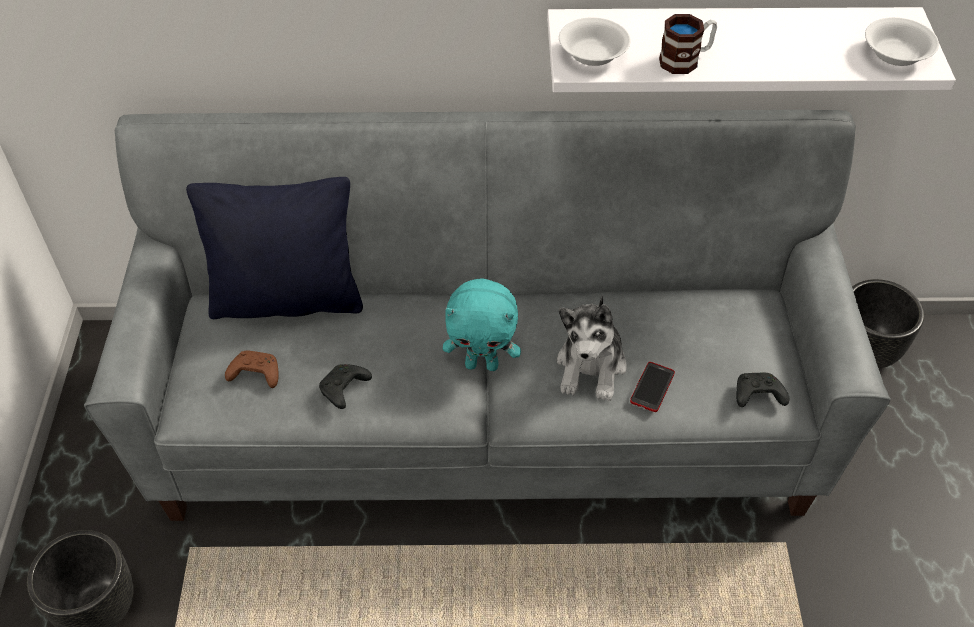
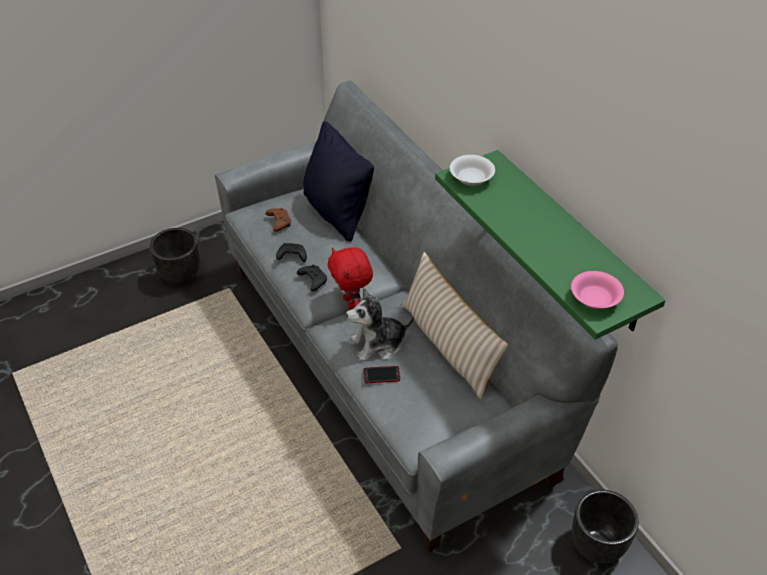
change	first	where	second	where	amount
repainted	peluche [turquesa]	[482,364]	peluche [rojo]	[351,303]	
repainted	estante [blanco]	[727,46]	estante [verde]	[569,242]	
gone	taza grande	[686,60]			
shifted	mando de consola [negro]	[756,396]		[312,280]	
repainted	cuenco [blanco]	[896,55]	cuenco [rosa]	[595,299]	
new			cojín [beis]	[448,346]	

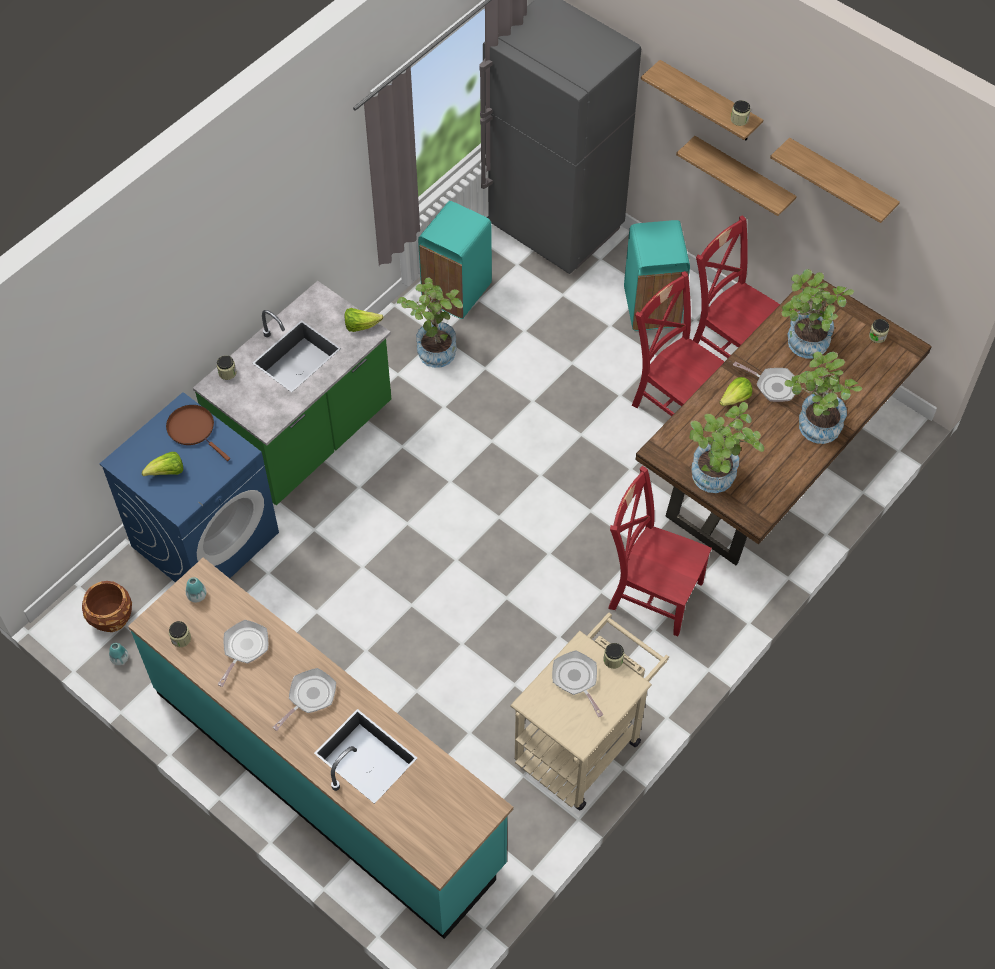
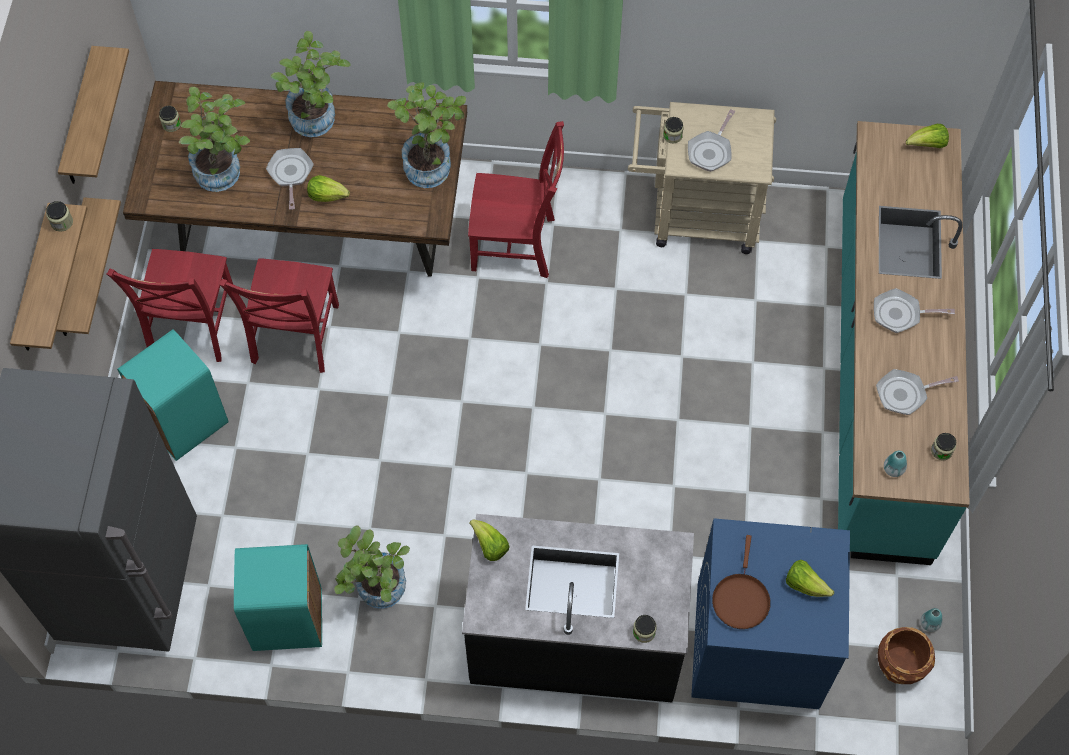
change	first	where	second	where	amount
repainted	mueble bajo de cocina [verde]	[306,437]	mueble bajo de cocina [negro]	[575,638]	
rotated	silla [rojo]	[652,592]		[517,245]	75 degrees counterclockwise
new			lechuga	[927,145]	

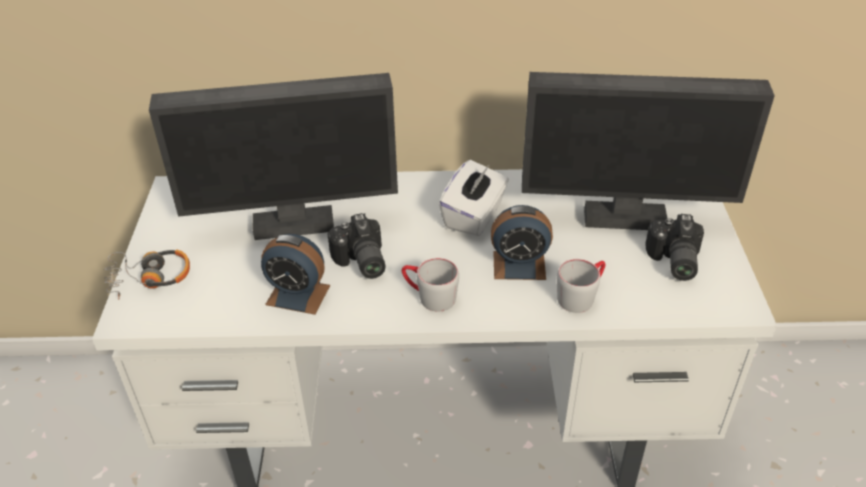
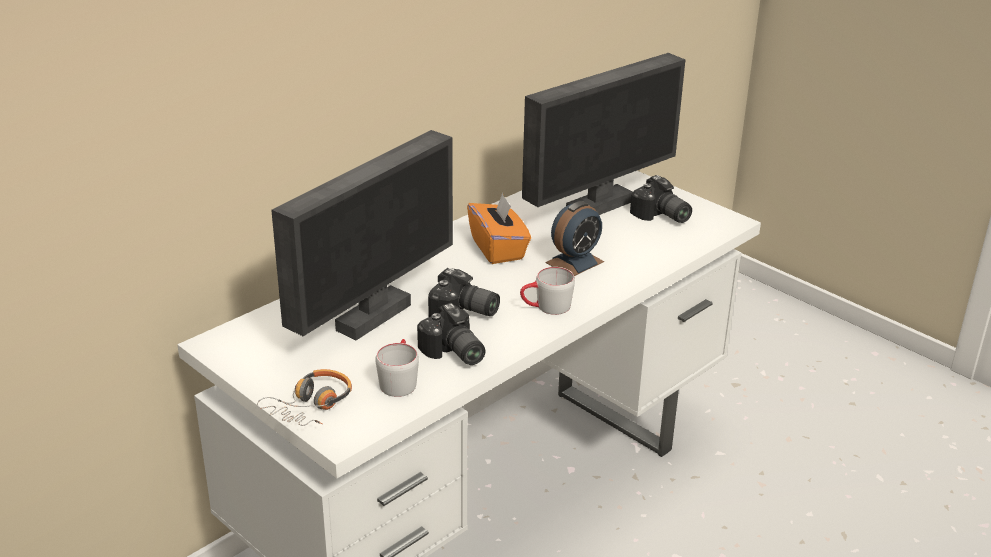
change	first	where	second	where	amount
swapped	despertador	[298,295]	cámara	[453,353]	
repainted	caja de pañuelos [blanco]	[474,216]	caja de pañuelos [naranja]	[498,249]	
shifted	taza grande [gris]	[581,295]		[399,380]	

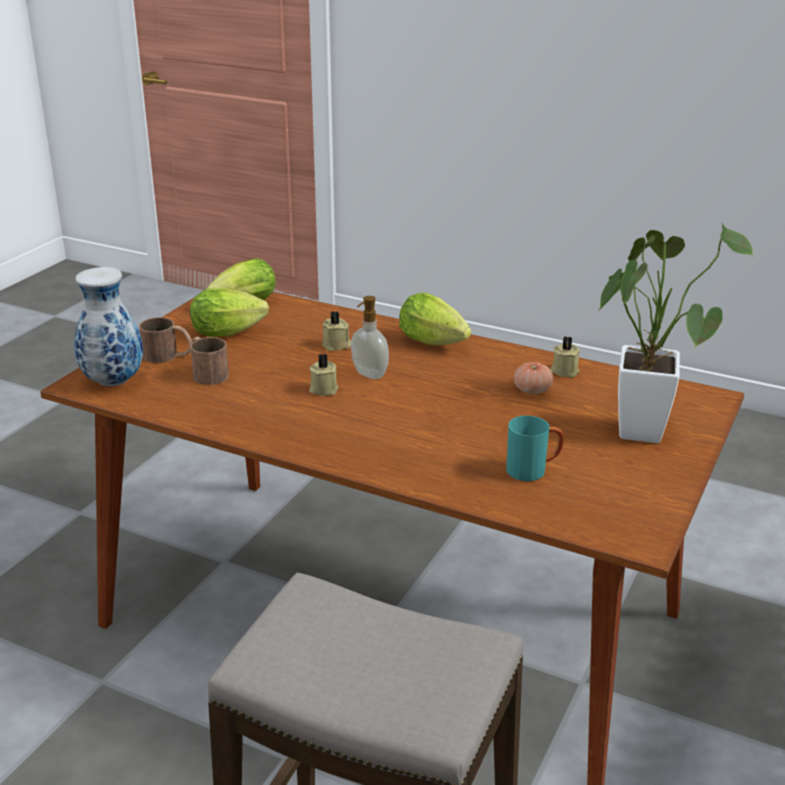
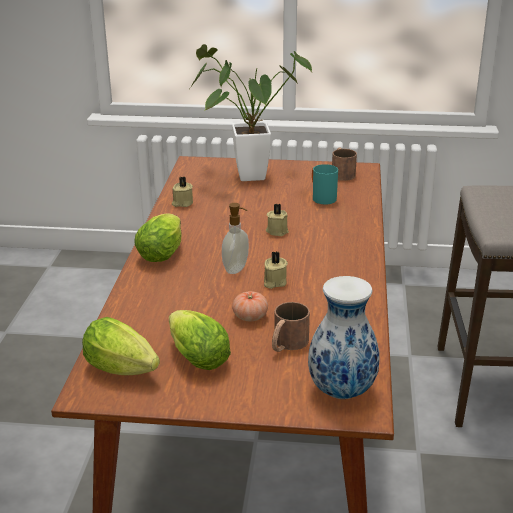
change	first	where	second	where	amount
shifted	taza grande [marrón]	[168,355]		[341,173]	
shifted	vela [beis]	[337,345]		[277,231]	
shifted	tomate	[532,390]		[250,317]	

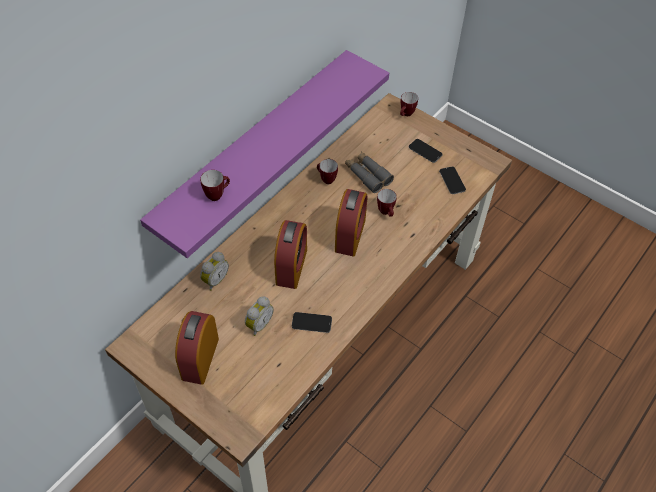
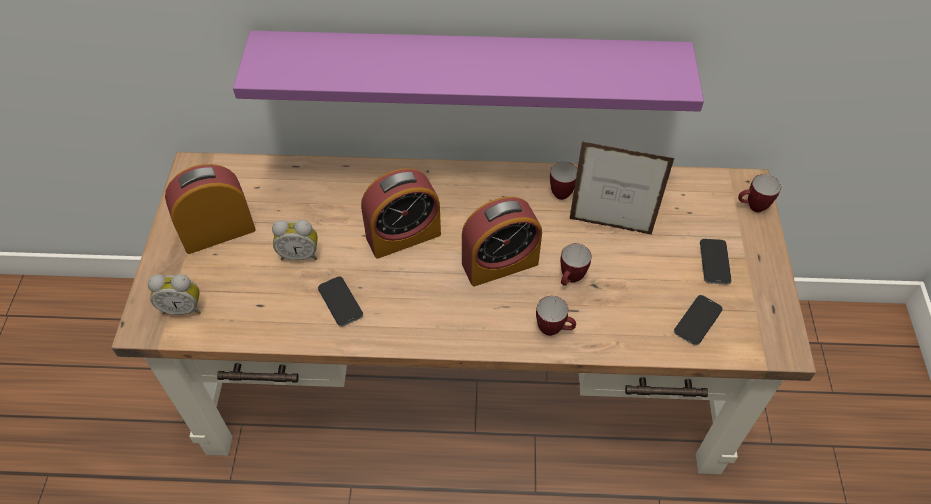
change	first	where	second	where	amount
shifted	taza grande	[217,195]		[554,329]	
shifted	despertador	[214,280]		[183,307]	
swapped	prismáticos [gris]	[368,175]	portarretratos	[610,226]	

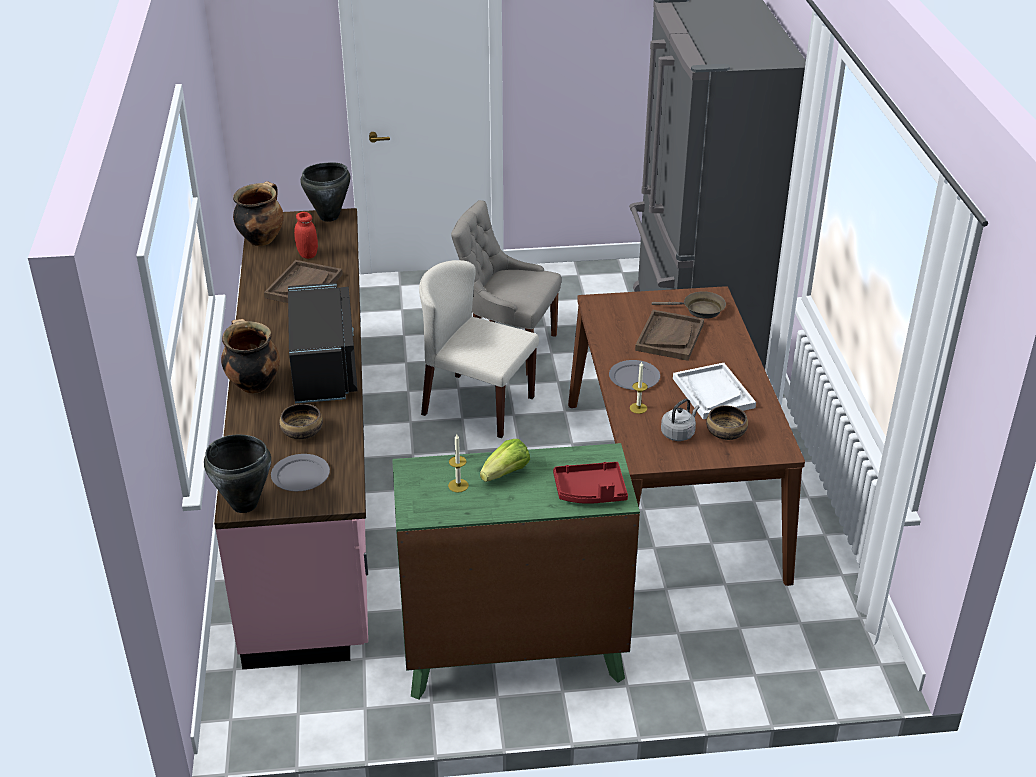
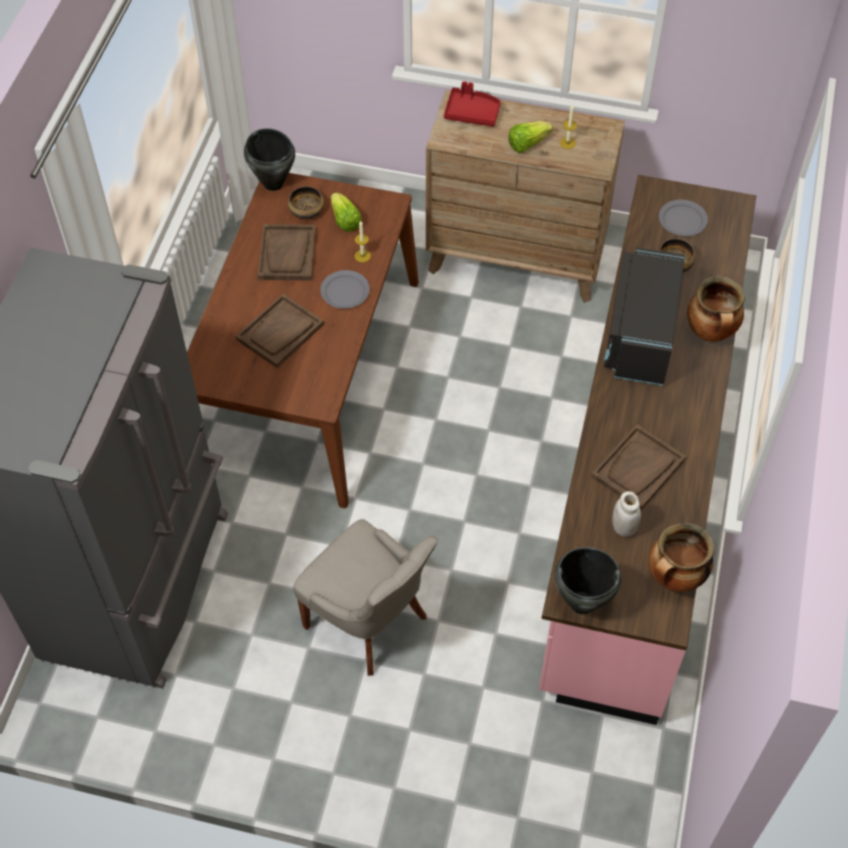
change	first	where	second	where	amount
shifted	olla [negro]	[244,505]		[273,183]	
repainted	tarro [rojo]	[307,254]	tarro [blanco]	[623,527]	
repainted	cómoda [verde]	[513,654]	cómoda [marrón]	[516,259]	
gone	silla [beis]	[477,405]			
gone	sartén [marrón]	[699,310]			
swapped	hervidor [gris]	[679,433]	lechuga	[345,221]	
repainted	bandeja [blanco]	[713,393]	bandeja [marrón]	[287,254]	

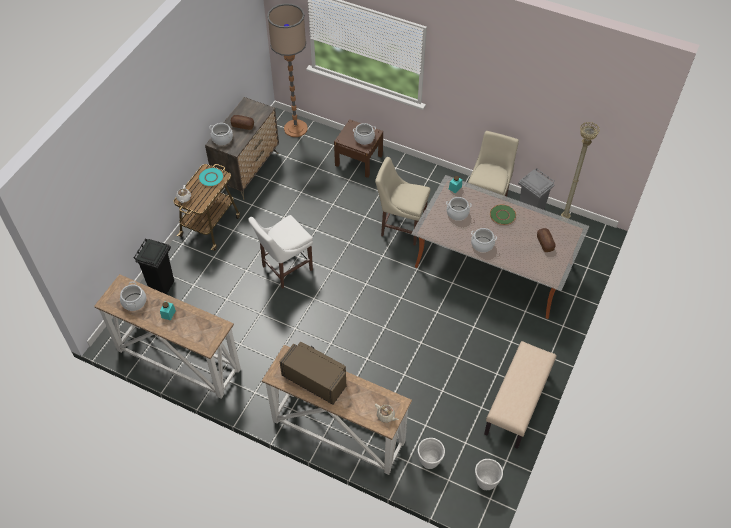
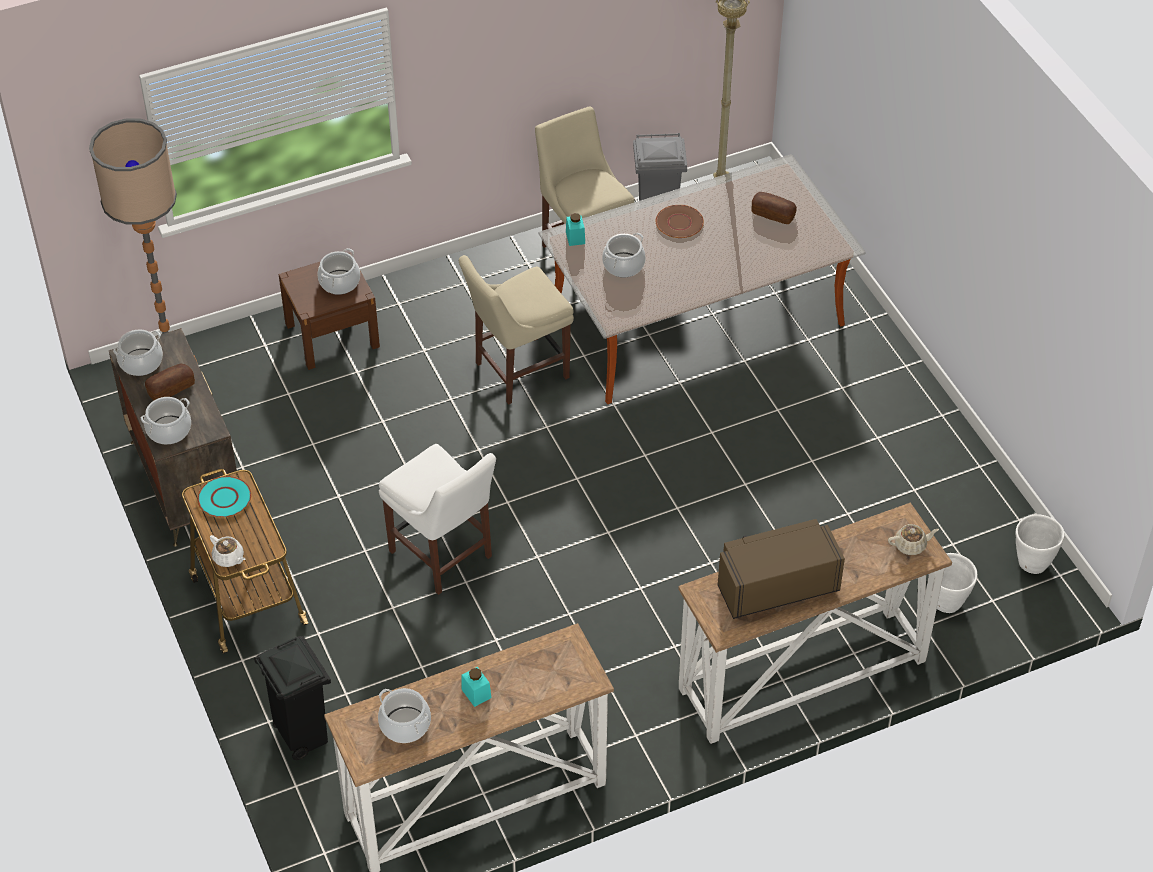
change	first	where	second	where	amount
rotated	silla [blanco]	[285,269]		[443,557]	45 degrees counterclockwise
shifted	olla	[482,244]		[141,362]	
gone	banco [beis]	[517,404]			
repainted	plato [verde]	[502,215]	plato [marrón]	[679,222]	

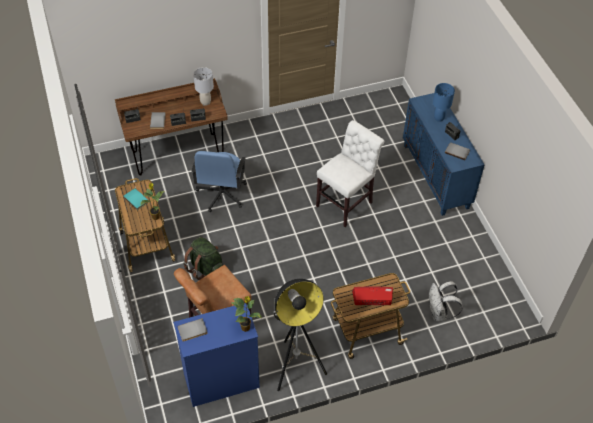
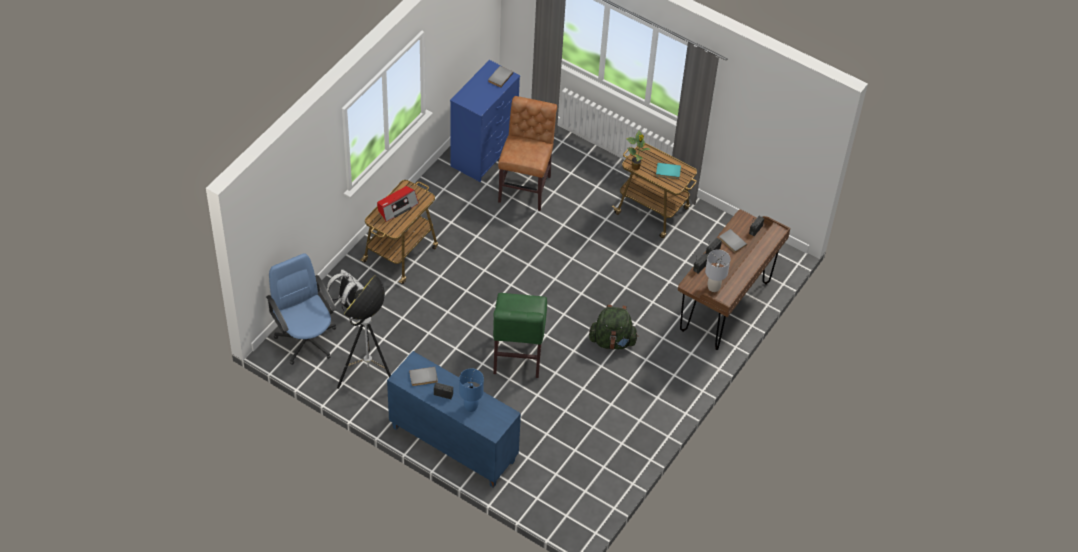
change	first	where	second	where	amount
shifted	mochila [verde]	[205,268]		[612,341]	
shifted	silla de oficina [azul]	[221,194]		[306,339]	
gone	planta en maceta	[246,327]			
shifted	lámpara de pie	[296,367]		[369,378]	
repainted	silla [blanco]	[346,203]	silla [verde]	[517,358]	

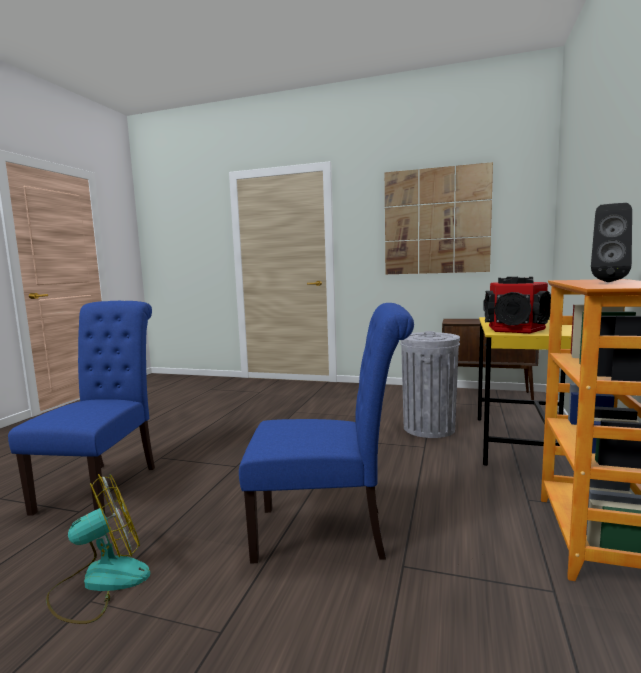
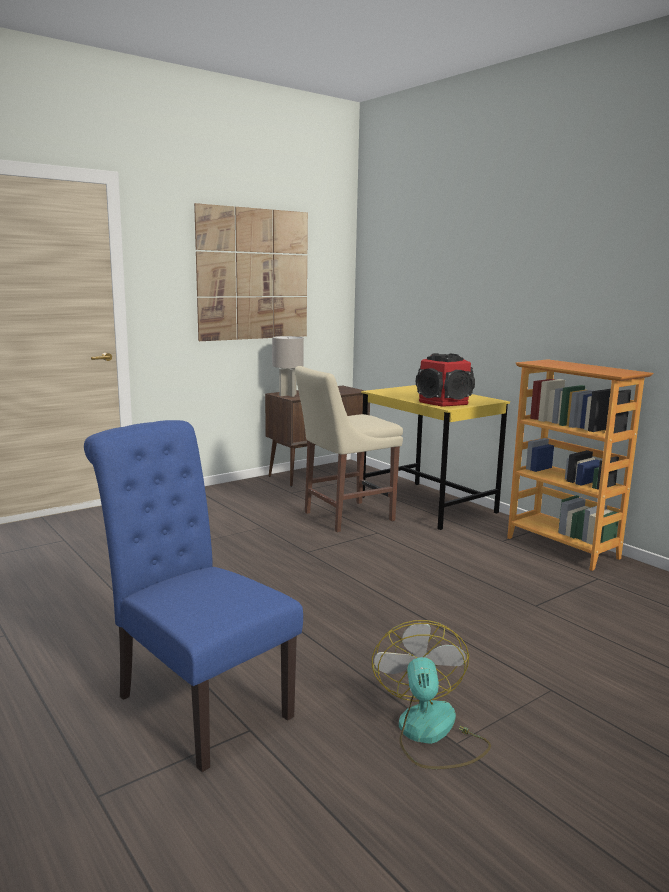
change	first	where	second	where	amount
gone	silla [azul]	[329,533]			
swapped	papelera [gris]	[428,428]	silla [beis]	[344,517]	
gone	altavoz [negro]	[608,282]			
new			lámpara de mesa [gris]	[288,395]	

